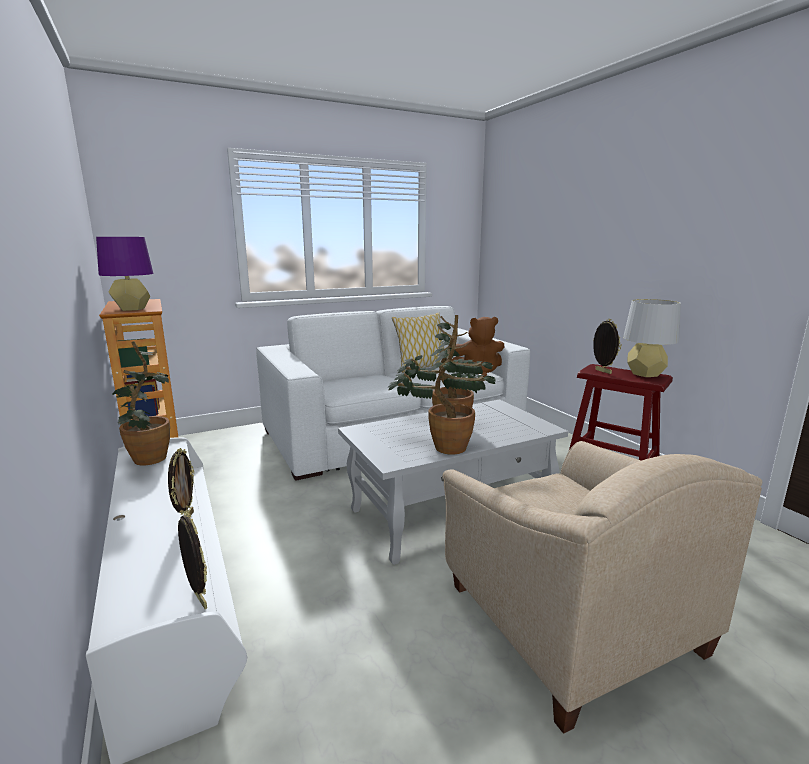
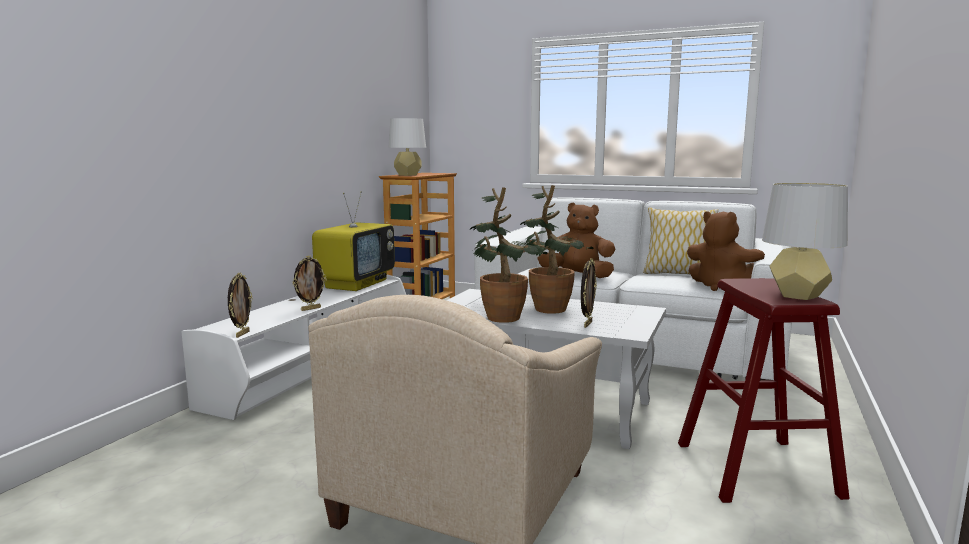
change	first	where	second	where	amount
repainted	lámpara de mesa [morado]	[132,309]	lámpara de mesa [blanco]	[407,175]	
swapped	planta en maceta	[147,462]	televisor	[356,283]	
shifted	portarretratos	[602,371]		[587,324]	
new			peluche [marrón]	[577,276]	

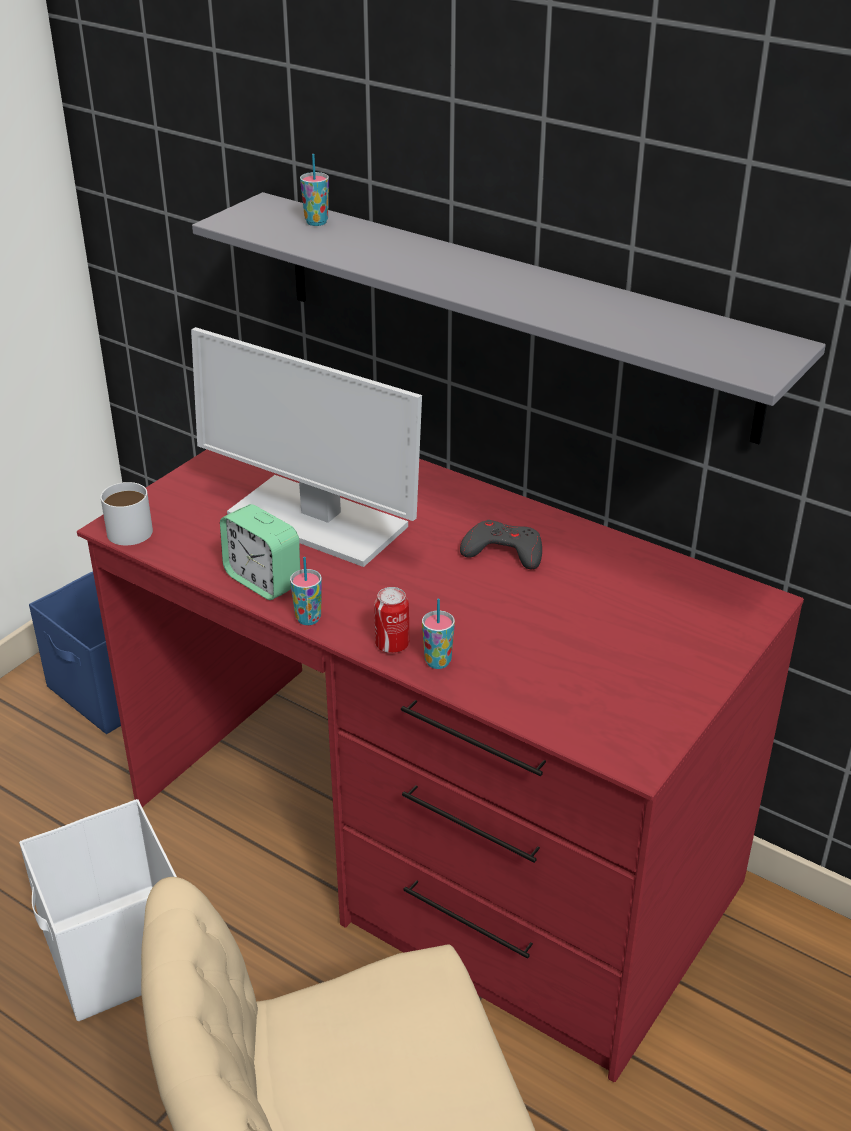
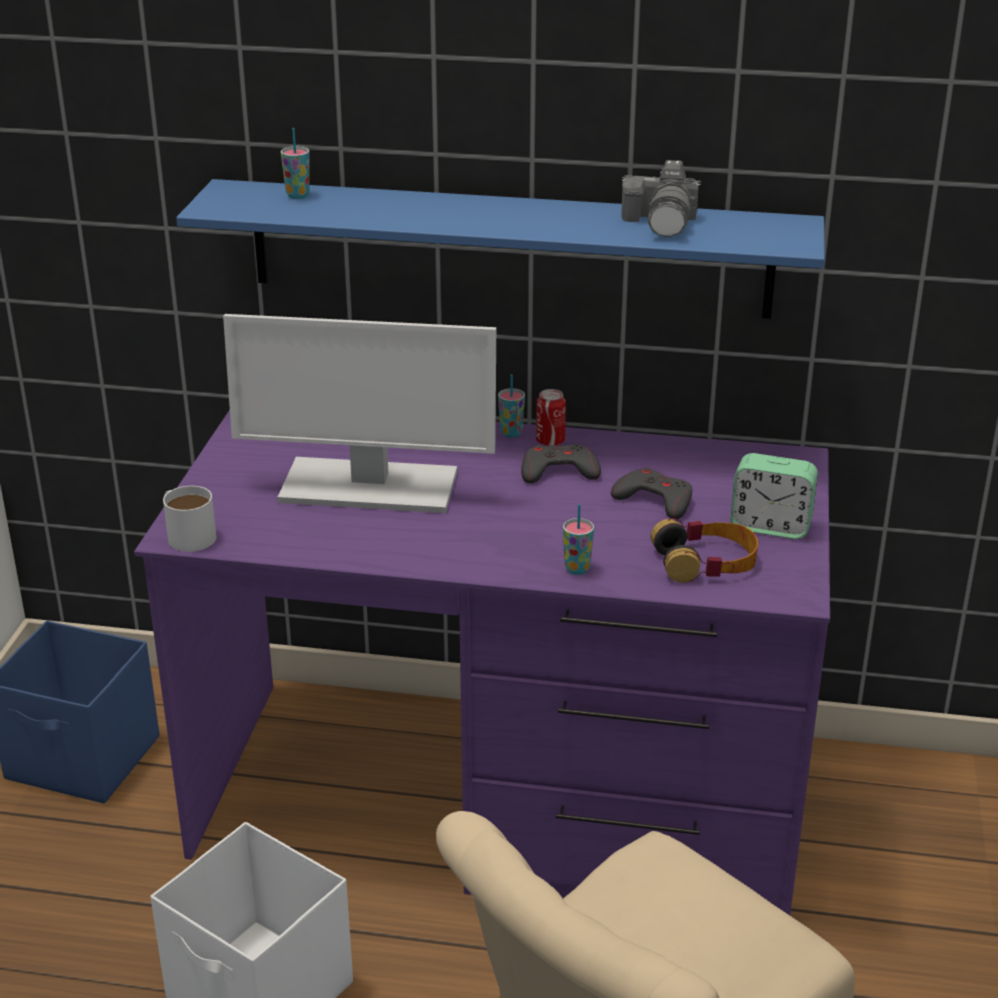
change	first	where	second	where	amount
repainted	escritorio [rojo]	[429,845]	escritorio [morado]	[502,801]	
repainted	estante [gris]	[510,312]	estante [azul]	[509,248]	
shifted	despertador	[263,581]		[770,526]	
shifted	taza	[308,619]		[511,433]	
shifted	lata	[392,644]		[550,441]	
new			mando de consola [gris]	[654,500]	
new			cámara	[662,222]	
new			auriculares	[706,562]	

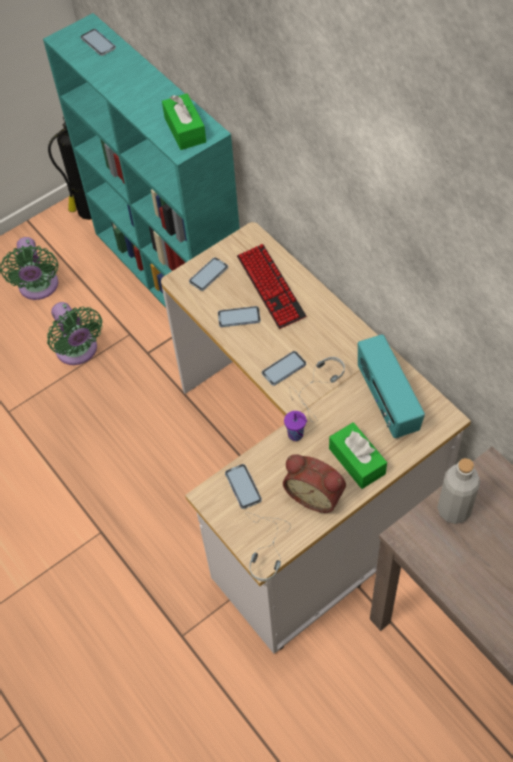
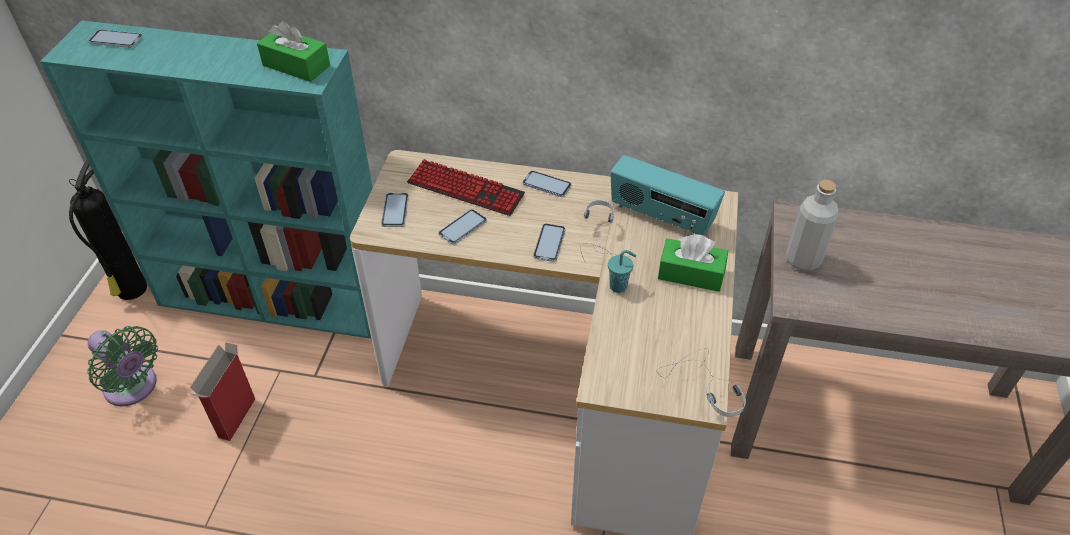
change	first	where	second	where	amount
swapped	ventilador [verde]	[78,351]	caja de cartón	[236,419]	
shifted	móvil	[243,487]		[547,185]	
gone	despertador	[316,494]			
repainted	taza [morado]	[296,435]	taza [turquesa]	[619,286]	

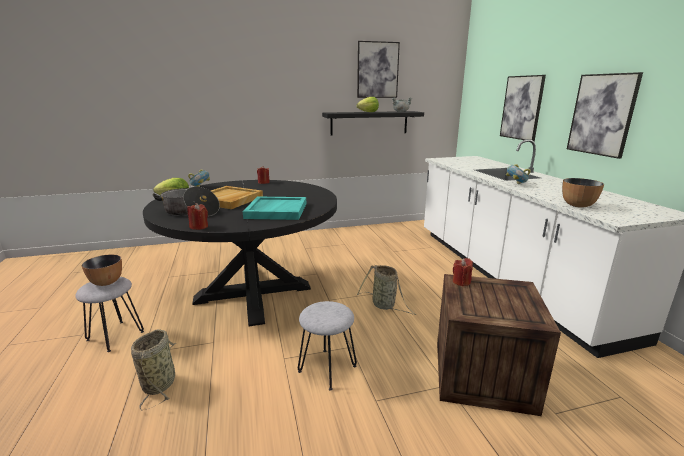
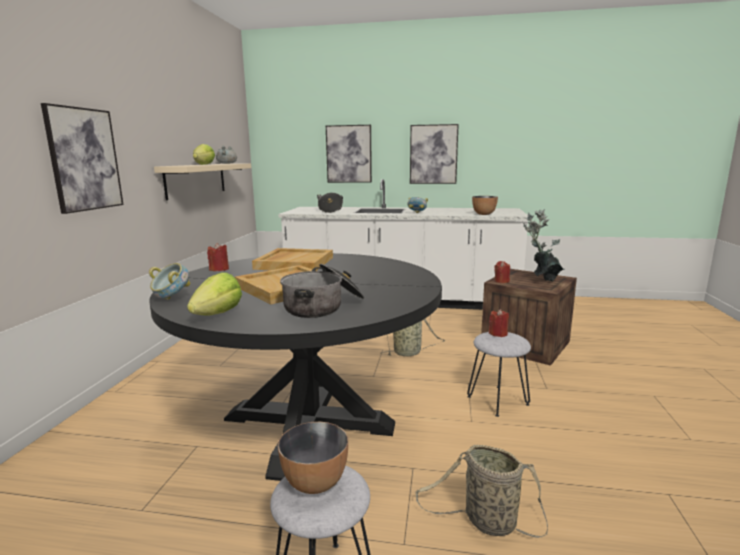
change	first	where	second	where	amount
shifted	vela [rojo]	[199,227]		[498,334]	
gone	bandeja [turquesa]	[276,210]			
repainted	estante [negro]	[369,123]	estante [beis]	[196,180]	
shifted	cuadro	[377,70]		[84,159]	
new			bandeja [beis]	[294,263]	
new			olla	[330,210]	
new			planta en maceta	[542,280]	

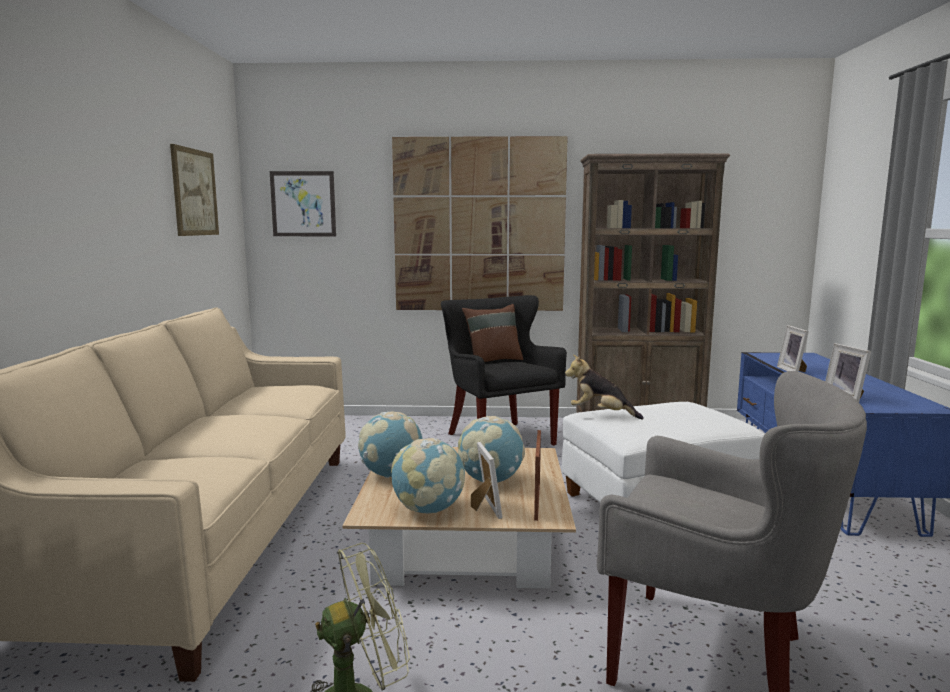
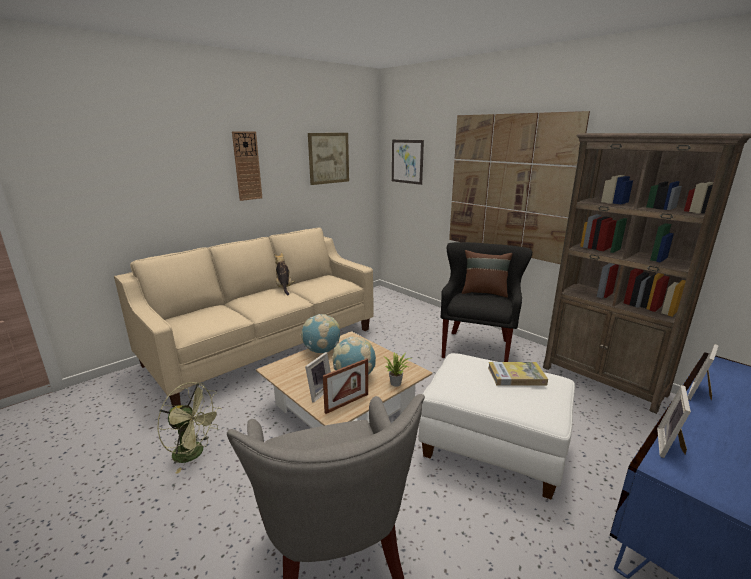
change	first	where	second	where	amount
gone	globo terráqueo	[428,510]			
shifted	peluche	[601,414]		[284,287]	
new			reloj de pared	[247,166]	
new			planta en maceta	[397,383]	
new			libro	[516,376]	

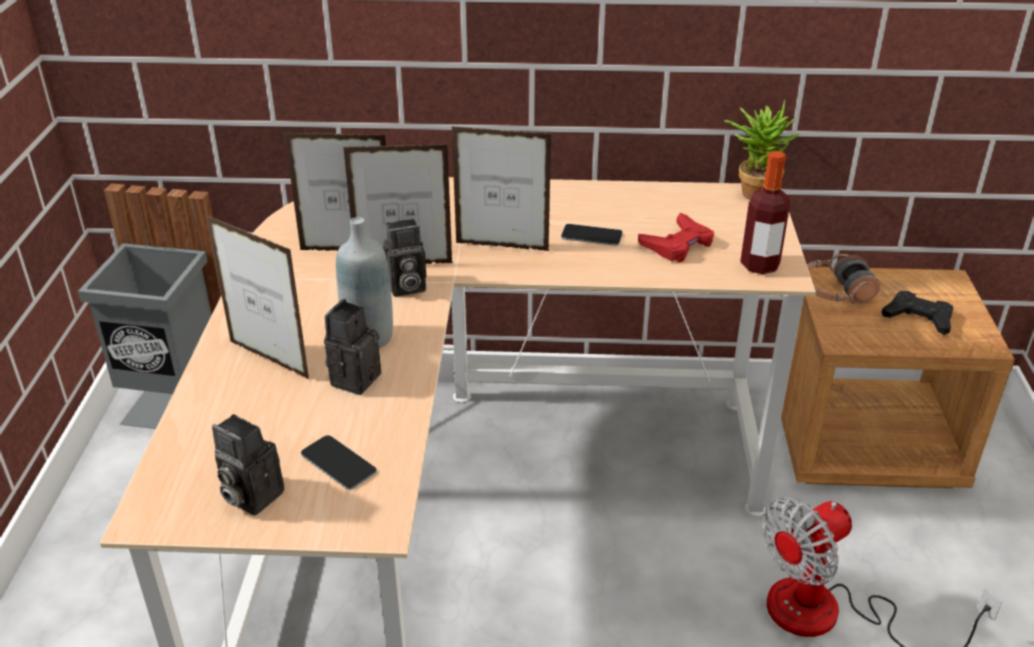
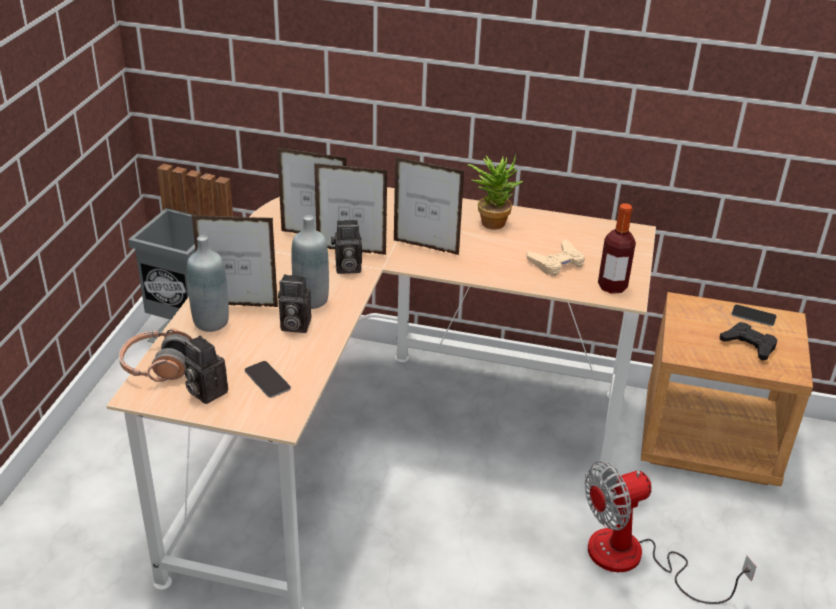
change	first	where	second	where	amount
rotated	portarretratos	[269,360]		[240,305]	45 degrees counterclockwise
rotated	cámara	[354,377]		[293,325]	120 degrees counterclockwise
shifted	móvil	[591,235]		[753,315]	
repainted	mando de consola [rojo]	[678,244]	mando de consola [beis]	[556,263]	
shifted	planta en maceta	[753,191]		[491,220]	
shifted	auriculares	[836,293]		[158,366]	
new			botella [gris]	[211,322]	

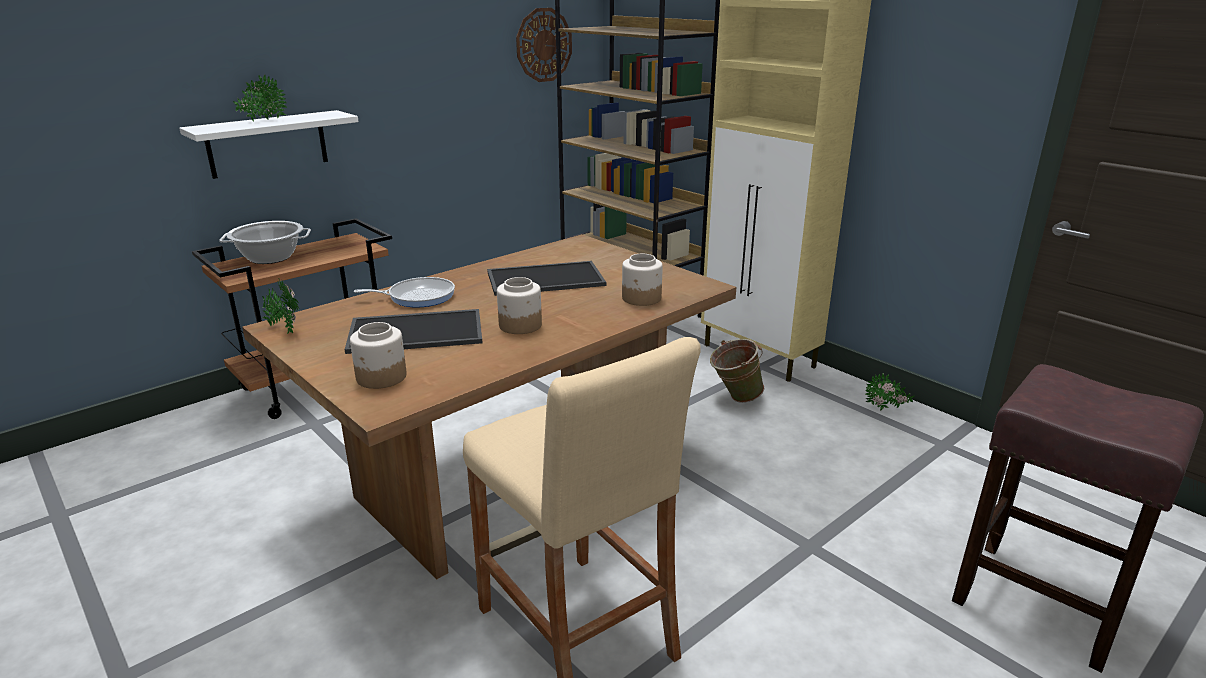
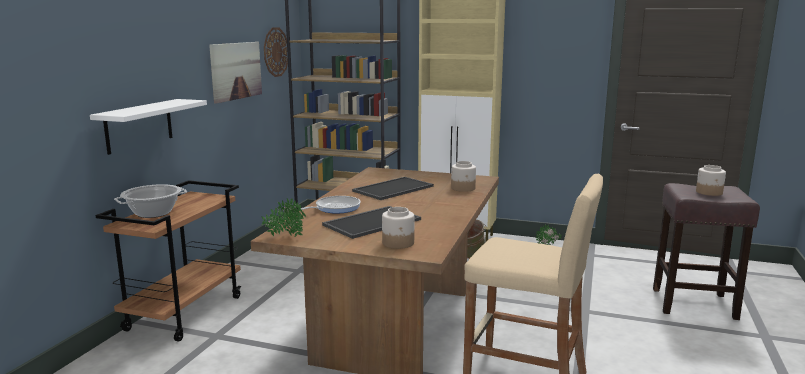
change	first	where	second	where	amount
gone	planta en maceta	[263,121]			
shifted	tarro	[520,326]		[709,192]	
new			cuadro	[236,71]	

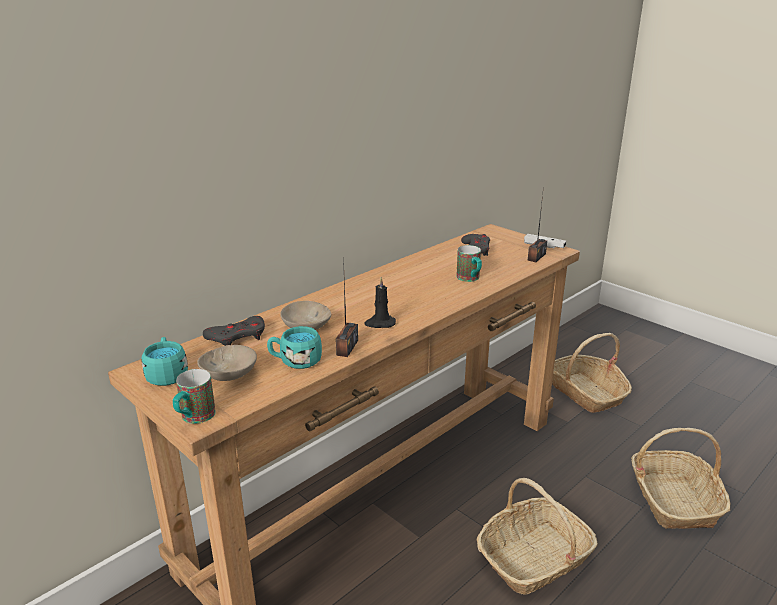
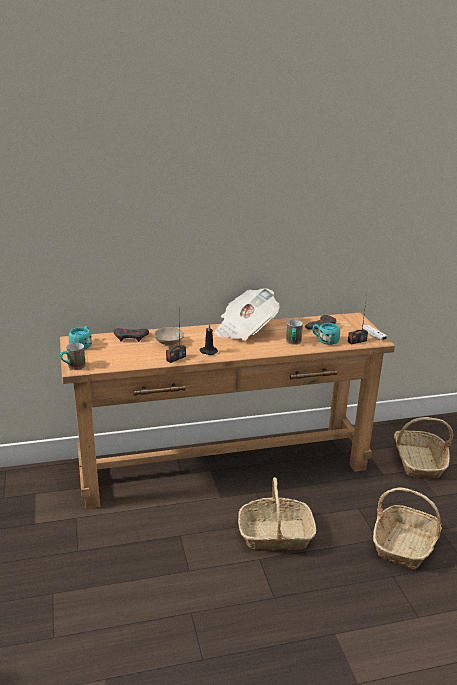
change	first	where	second	where	amount
gone	cuenco [beis]	[229,375]			
shifted	taza grande [turquesa]	[295,361]		[325,340]	
new			periódico	[245,330]	

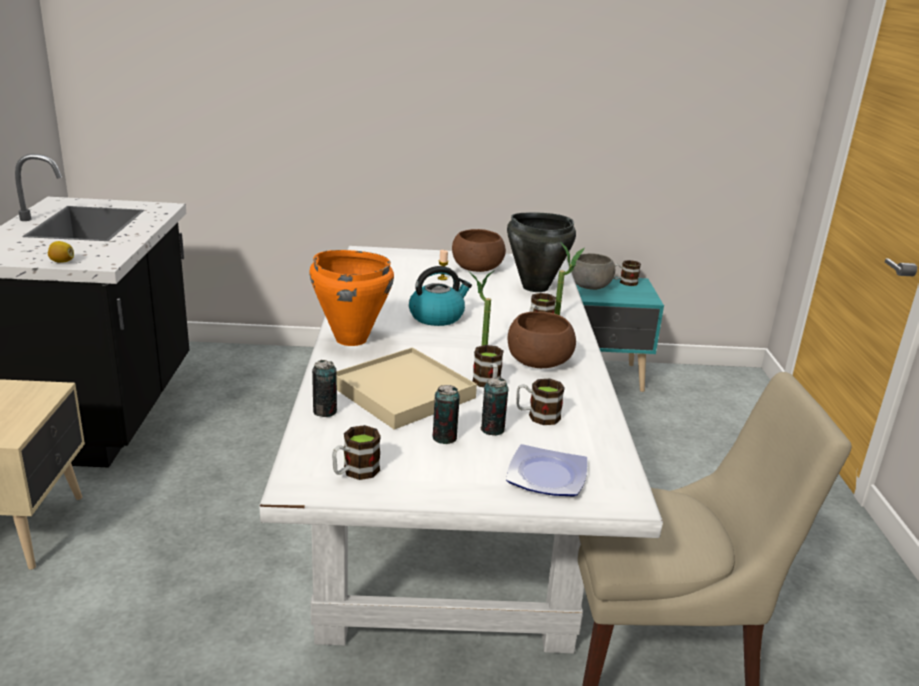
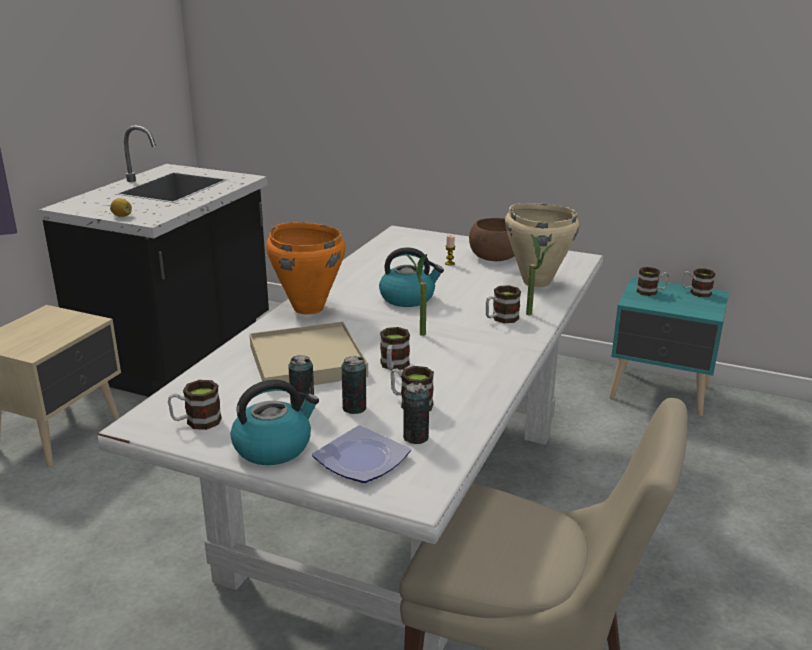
change	first	where	second	where	amount
shifted	lata	[325,411]		[416,437]	
repainted	olla [negro]	[534,287]	olla [beis]	[536,282]	
gone	cuenco [marrón]	[538,361]			
swapped	cuenco [gris]	[590,286]	taza grande	[651,292]	
new			hervidor	[274,447]	

